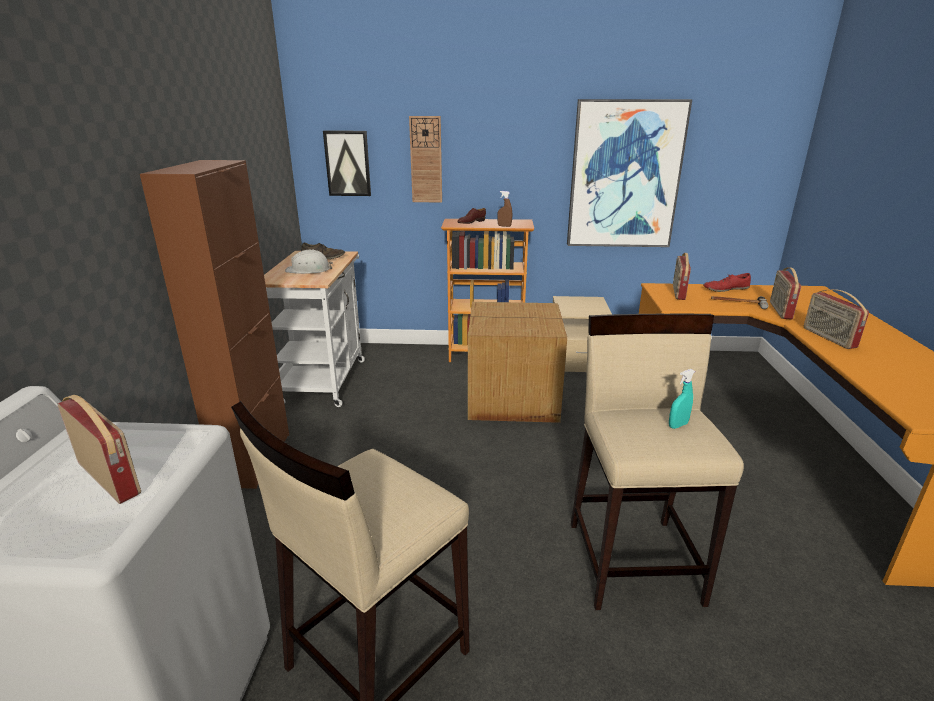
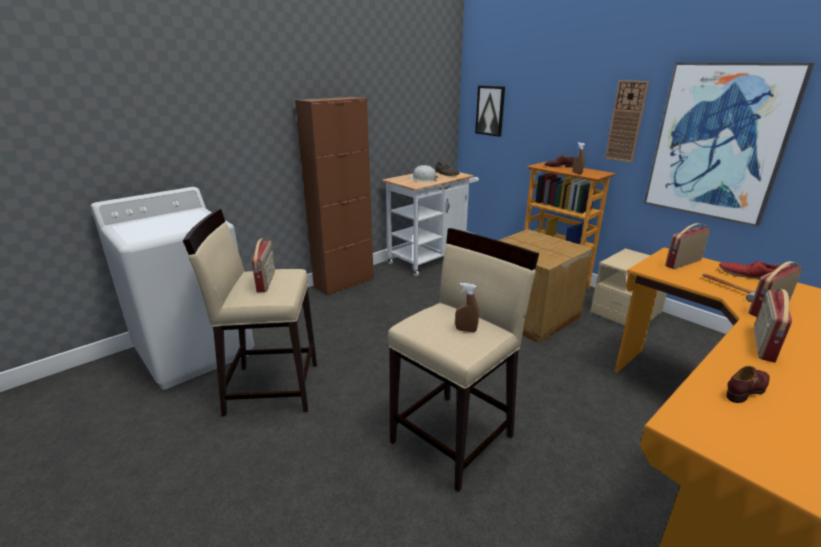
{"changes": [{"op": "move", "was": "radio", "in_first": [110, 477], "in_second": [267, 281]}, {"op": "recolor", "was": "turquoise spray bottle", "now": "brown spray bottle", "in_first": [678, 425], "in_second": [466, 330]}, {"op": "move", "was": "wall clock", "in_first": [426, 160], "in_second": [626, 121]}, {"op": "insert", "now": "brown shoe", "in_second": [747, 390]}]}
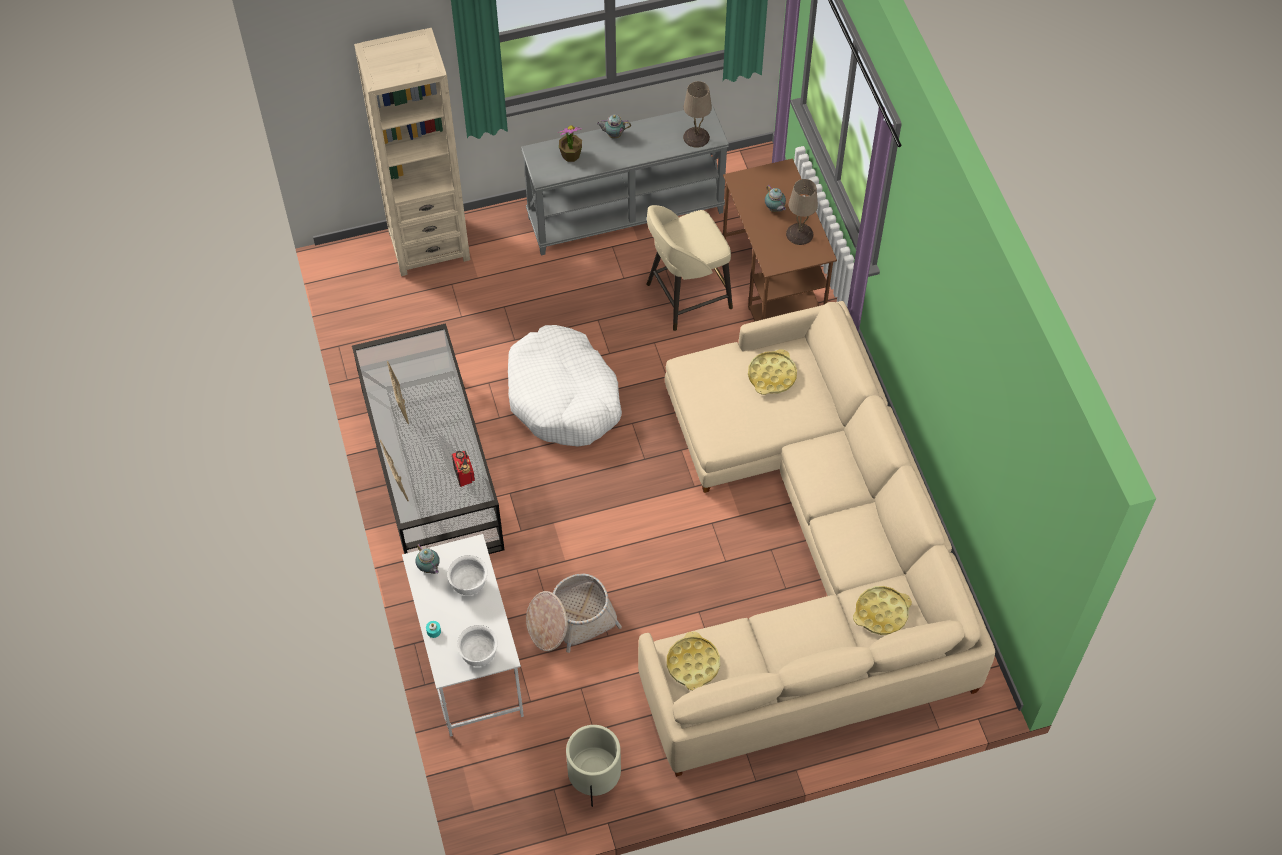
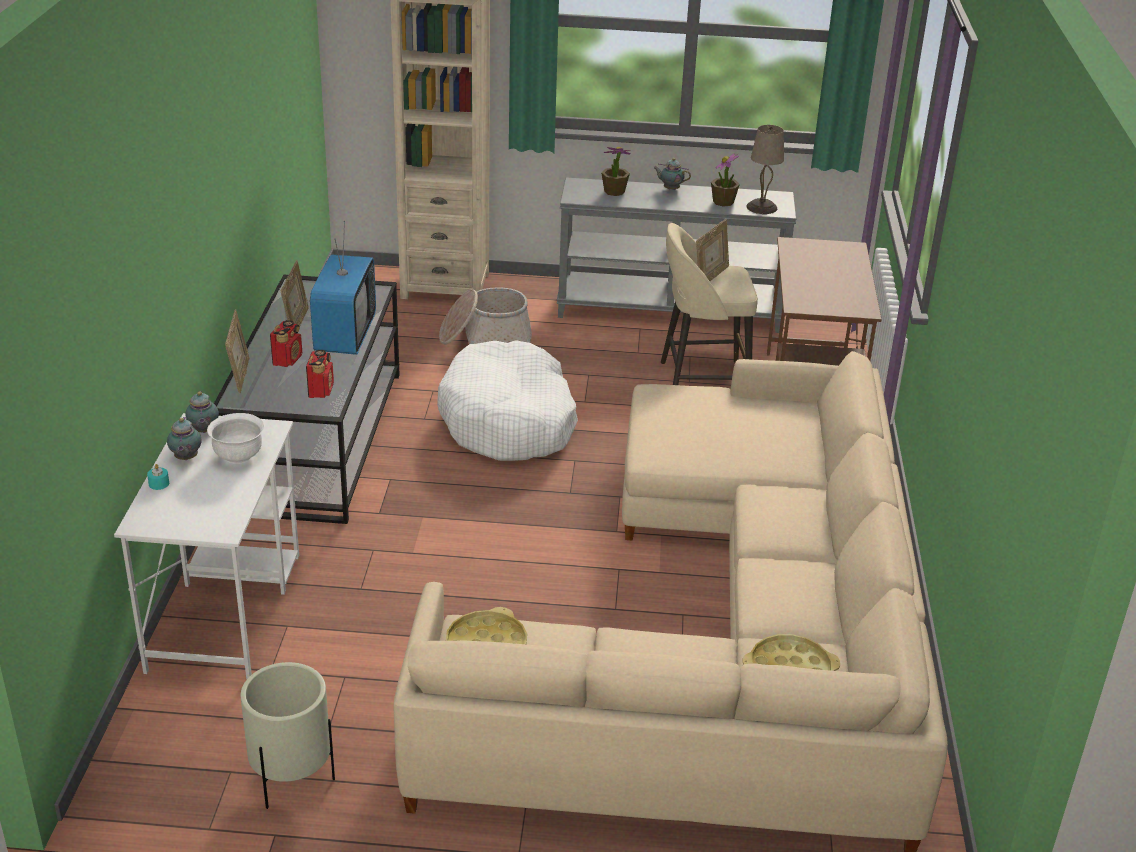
{"changes": [{"op": "move", "was": "teapot", "in_first": [774, 209], "in_second": [186, 459]}, {"op": "insert", "now": "radio", "in_second": [288, 359]}, {"op": "insert", "now": "television", "in_second": [345, 336]}, {"op": "move", "was": "basket", "in_first": [571, 620], "in_second": [486, 338]}, {"op": "insert", "now": "picture frame", "in_second": [710, 277]}, {"op": "insert", "now": "potted plant", "in_second": [723, 202]}, {"op": "delete", "was": "white bowl", "in_first": [479, 654]}, {"op": "delete", "was": "yellow tray", "in_first": [772, 375]}, {"op": "delete", "was": "beige table lamp", "in_first": [800, 234]}]}
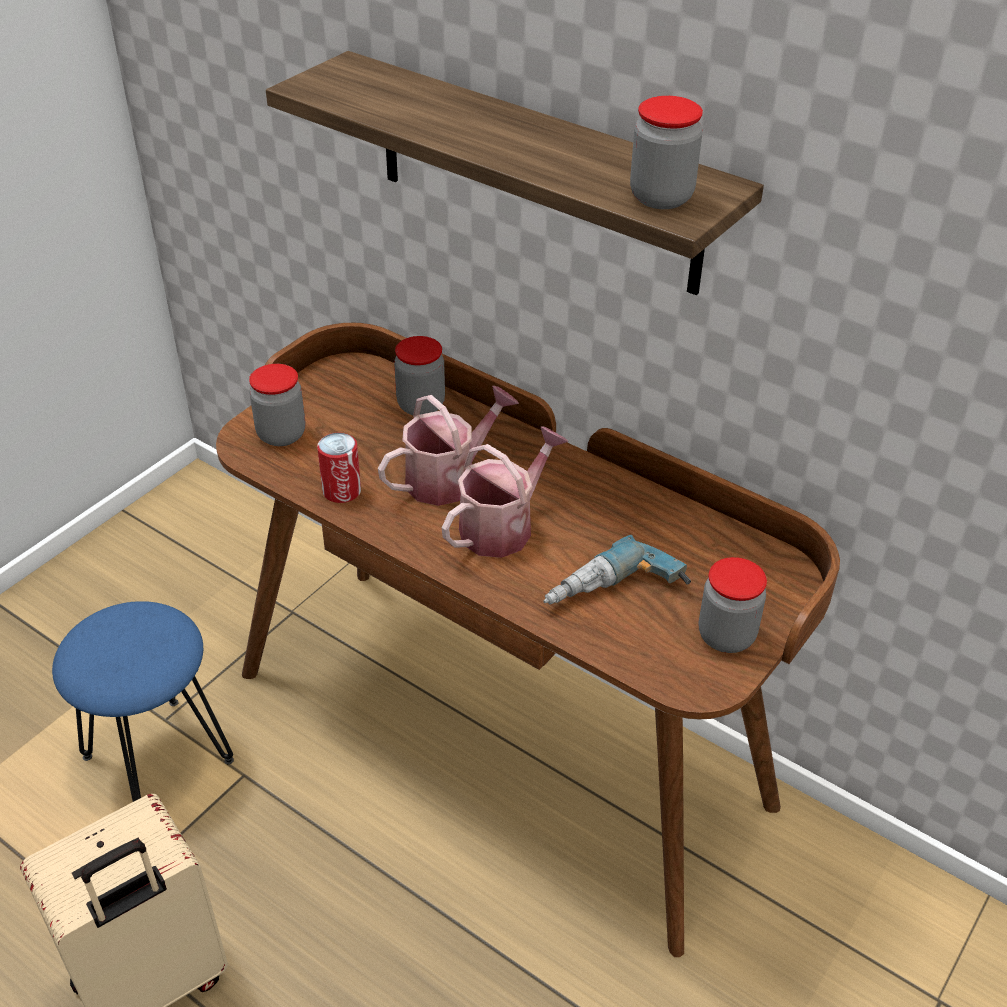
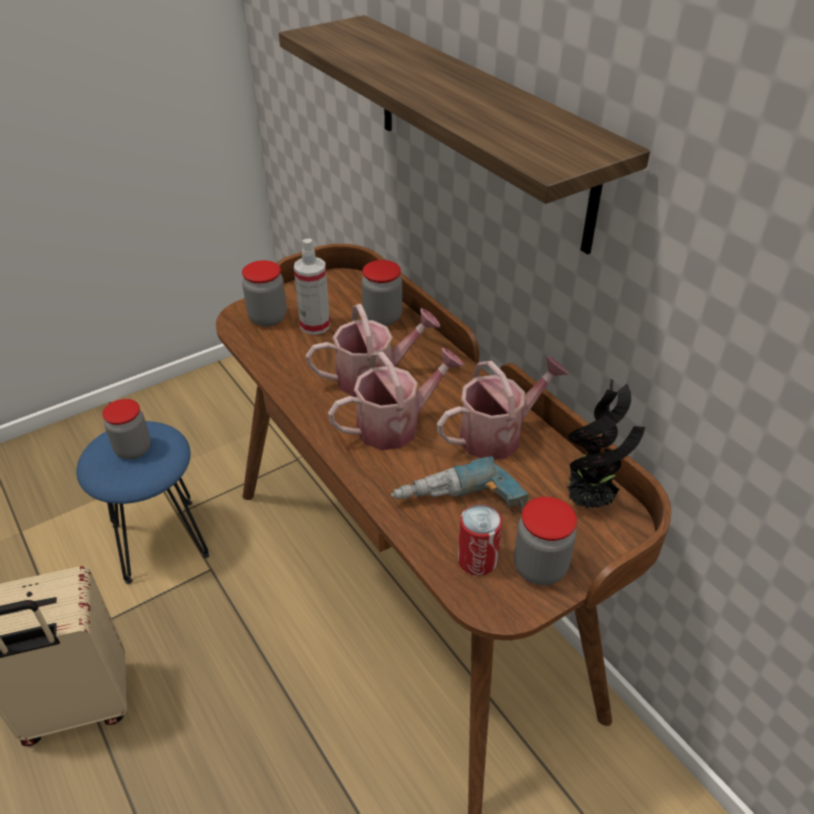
{"changes": [{"op": "move", "was": "jar", "in_first": [661, 197], "in_second": [133, 449]}, {"op": "insert", "now": "spray bottle", "in_second": [315, 325]}, {"op": "insert", "now": "watering can", "in_second": [498, 434]}, {"op": "move", "was": "can", "in_first": [341, 491], "in_second": [477, 560]}, {"op": "insert", "now": "potted plant", "in_second": [590, 501]}]}
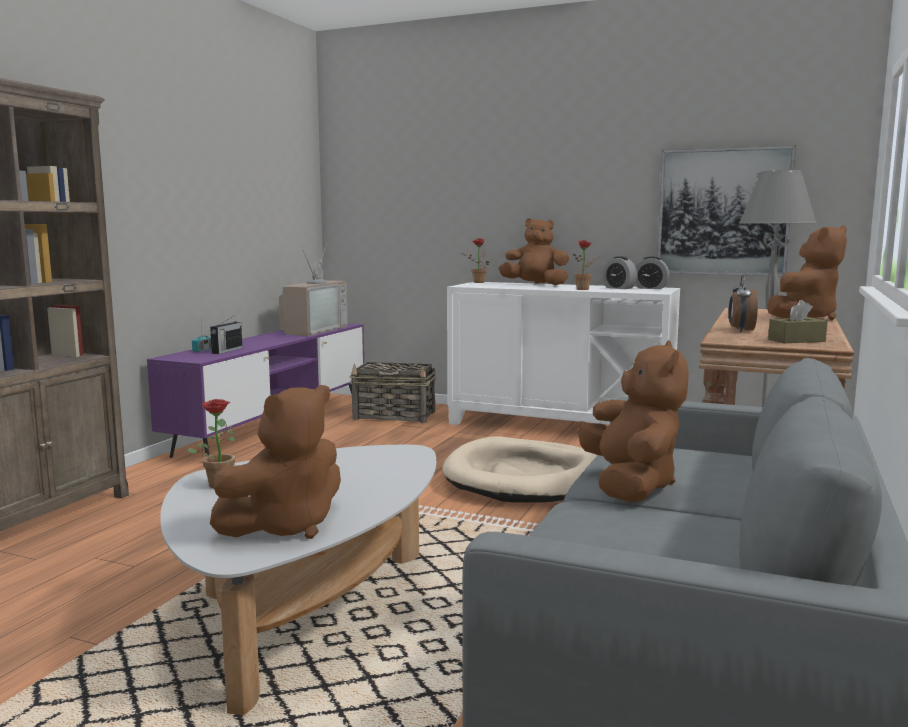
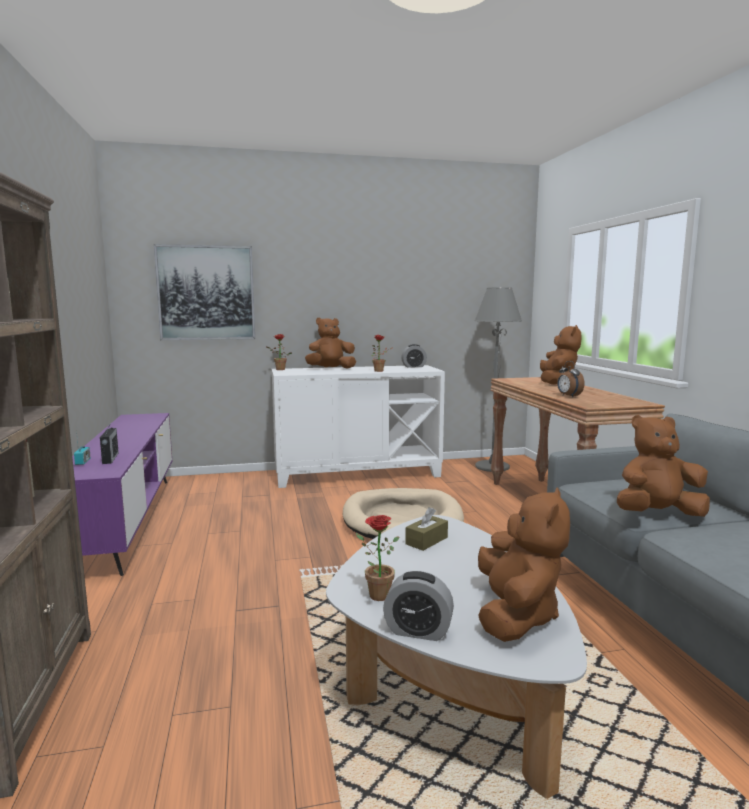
{"changes": [{"op": "move", "was": "picture", "in_first": [723, 212], "in_second": [206, 293]}, {"op": "move", "was": "alarm clock", "in_first": [619, 288], "in_second": [418, 631]}, {"op": "move", "was": "brown tissue box", "in_first": [796, 340], "in_second": [426, 541]}, {"op": "rotate", "was": "brown plush toy", "in_first": [630, 485], "in_second": [657, 514], "clockwise": -60}, {"op": "delete", "was": "television", "in_first": [313, 330]}, {"op": "delete", "was": "basket", "in_first": [395, 416]}]}
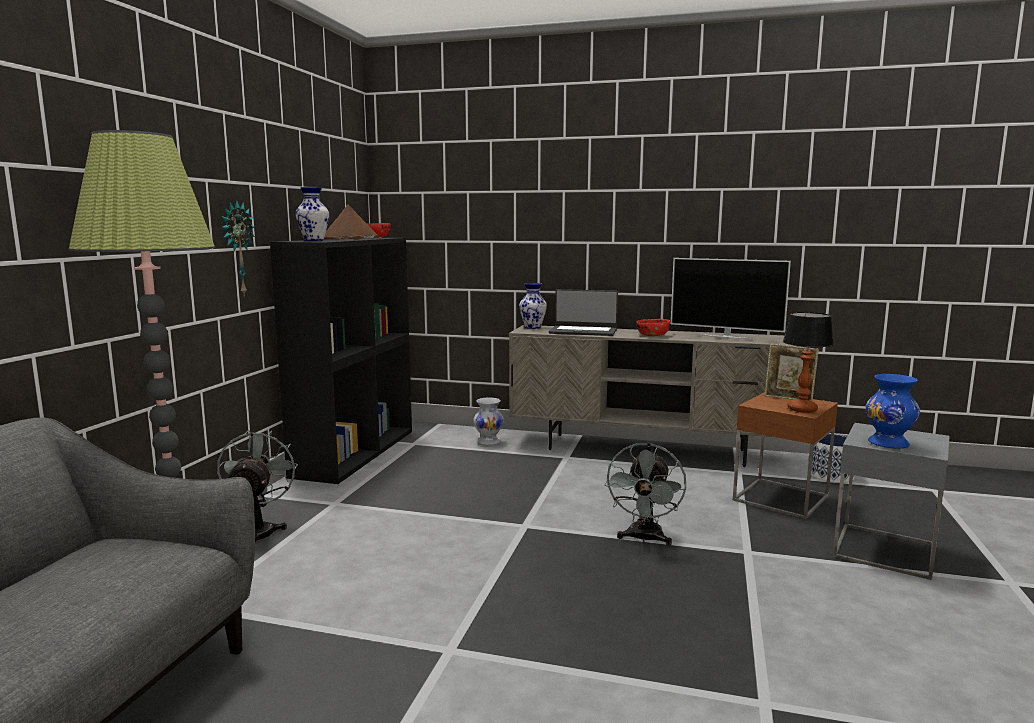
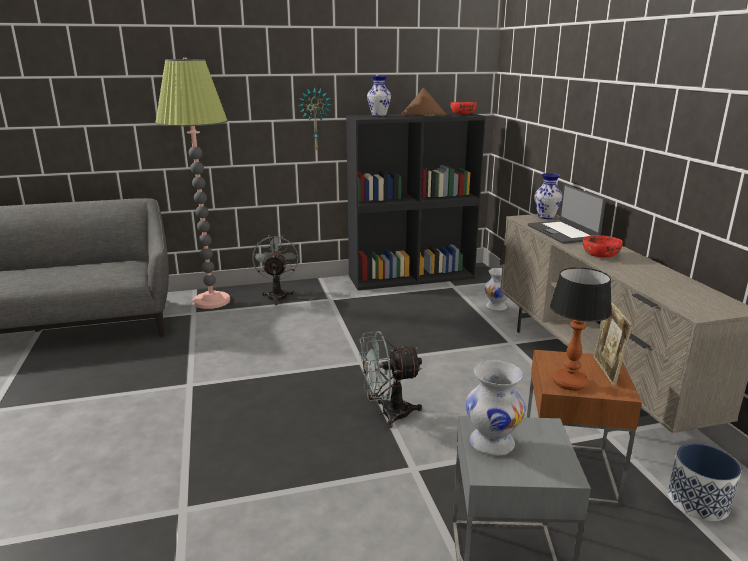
{"changes": [{"op": "rotate", "was": "grey fan", "in_first": [259, 531], "in_second": [277, 295], "clockwise": -60}, {"op": "recolor", "was": "blue vase", "now": "white vase", "in_first": [887, 443], "in_second": [491, 442]}, {"op": "delete", "was": "television", "in_first": [726, 337]}]}
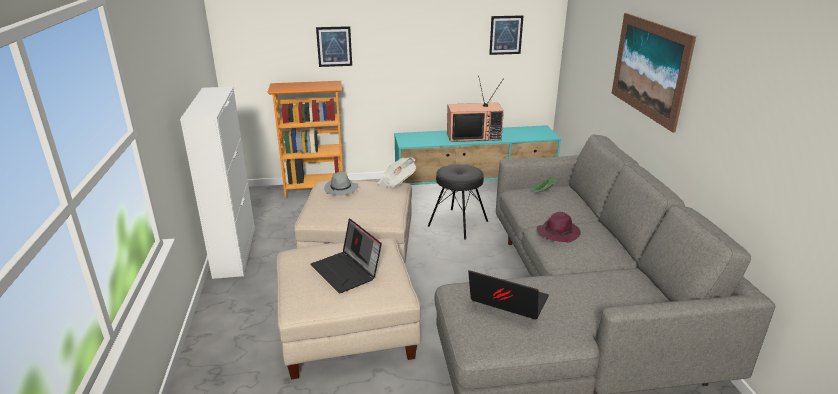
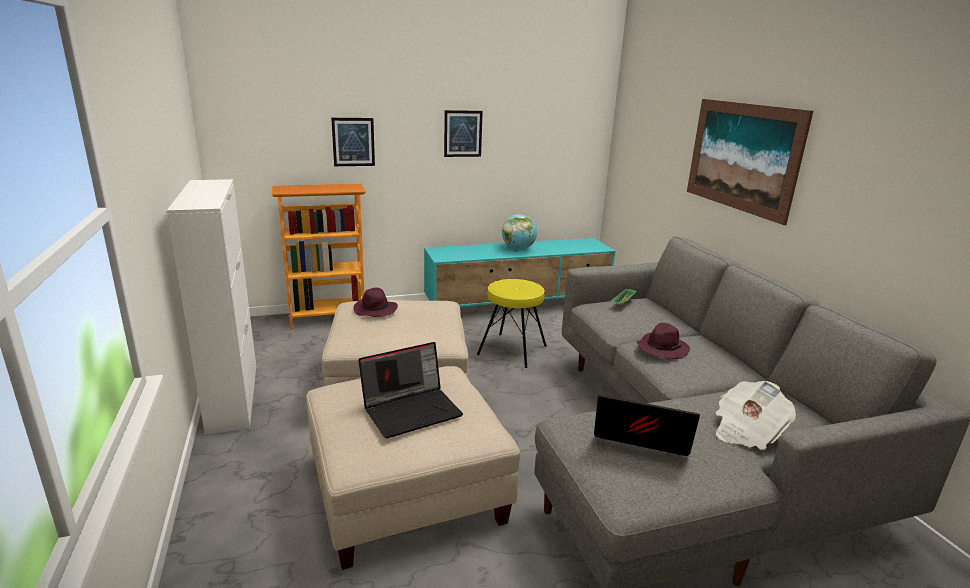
{"changes": [{"op": "recolor", "was": "grey hat", "now": "purple hat", "in_first": [341, 189], "in_second": [376, 310]}, {"op": "rotate", "was": "laptop", "in_first": [347, 271], "in_second": [412, 410], "clockwise": -75}, {"op": "move", "was": "picture", "in_first": [506, 35], "in_second": [463, 133]}, {"op": "recolor", "was": "black stool", "now": "yellow stool", "in_first": [458, 223], "in_second": [512, 350]}, {"op": "replace", "was": "television", "now": "globe", "in_first": [474, 136], "in_second": [518, 249]}, {"op": "move", "was": "newspaper", "in_first": [396, 182], "in_second": [746, 431]}]}
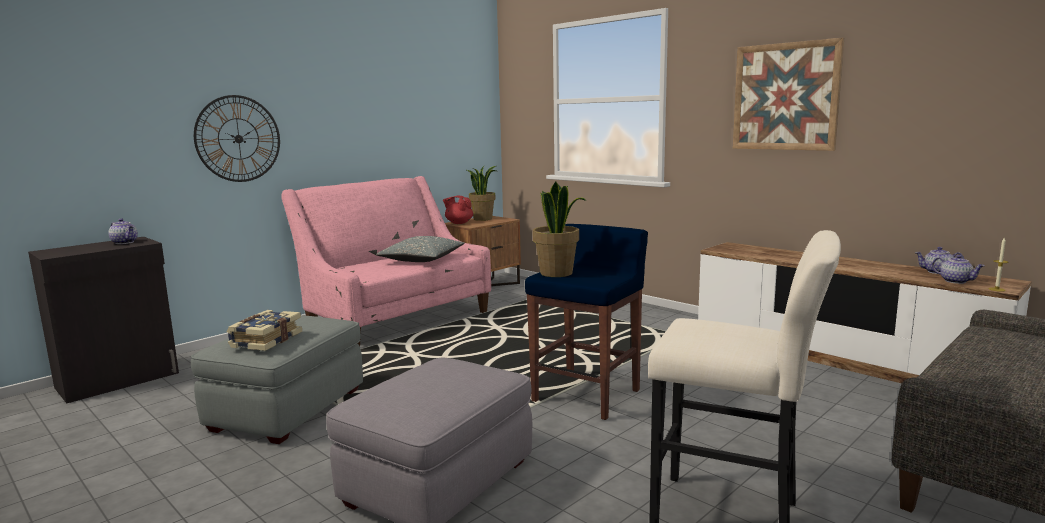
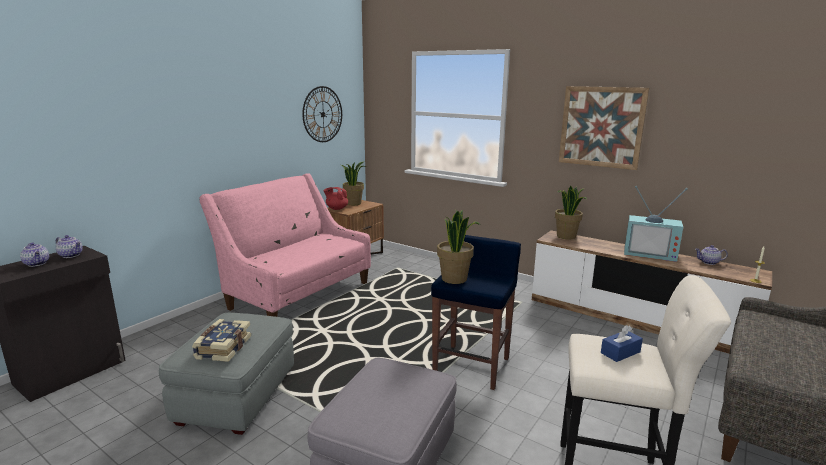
{"changes": [{"op": "move", "was": "teapot", "in_first": [956, 281], "in_second": [37, 263]}, {"op": "move", "was": "wall clock", "in_first": [238, 139], "in_second": [323, 114]}, {"op": "insert", "now": "potted plant", "in_second": [566, 236]}, {"op": "insert", "now": "blue tissue box", "in_second": [620, 352]}, {"op": "insert", "now": "television", "in_second": [650, 253]}, {"op": "delete", "was": "grey pillow", "in_first": [422, 260]}]}
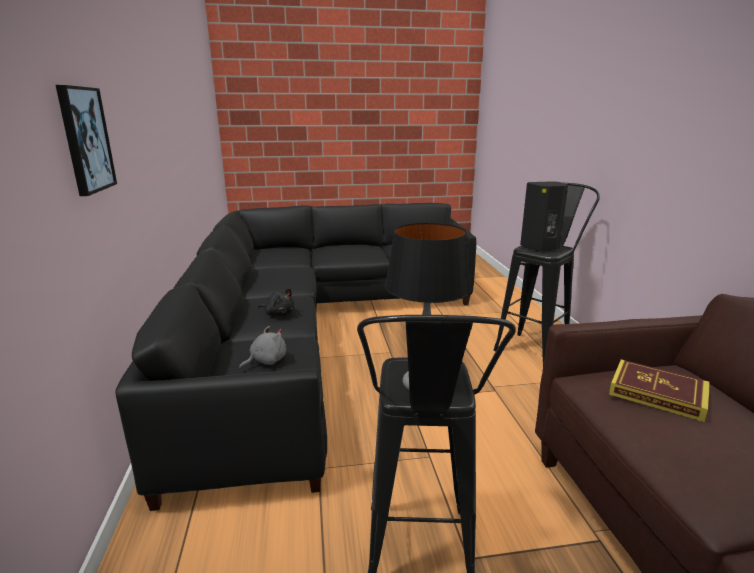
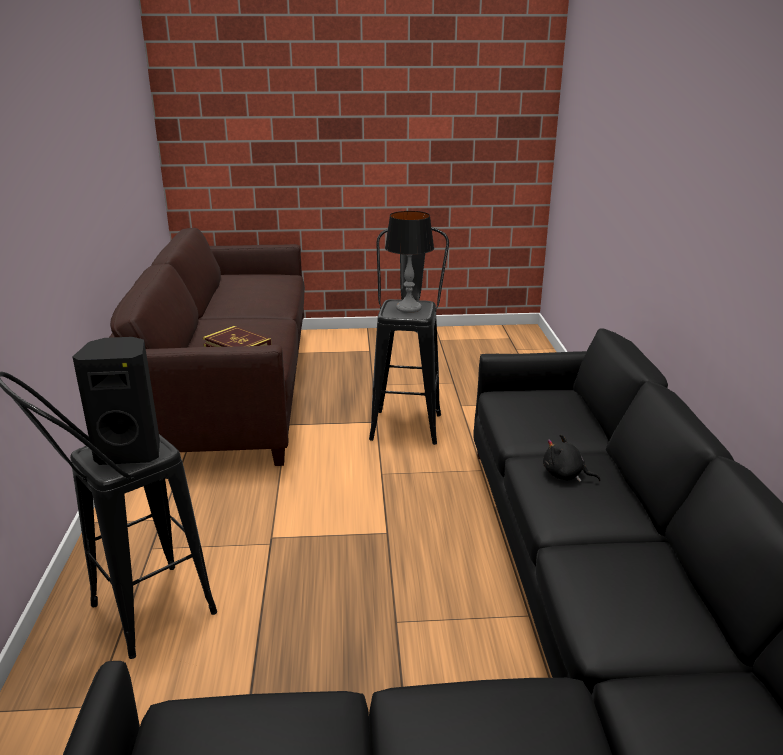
{"changes": [{"op": "delete", "was": "picture", "in_first": [85, 140]}, {"op": "delete", "was": "grey plush toy", "in_first": [266, 361]}]}
